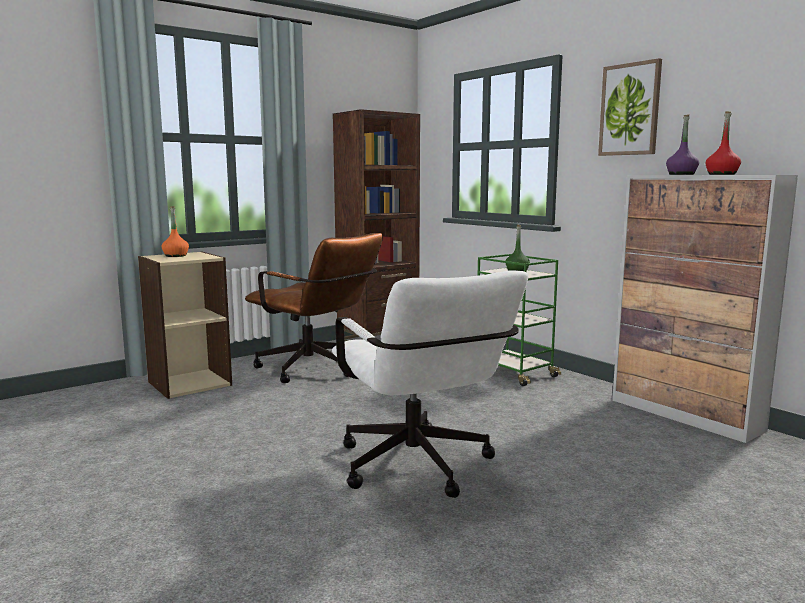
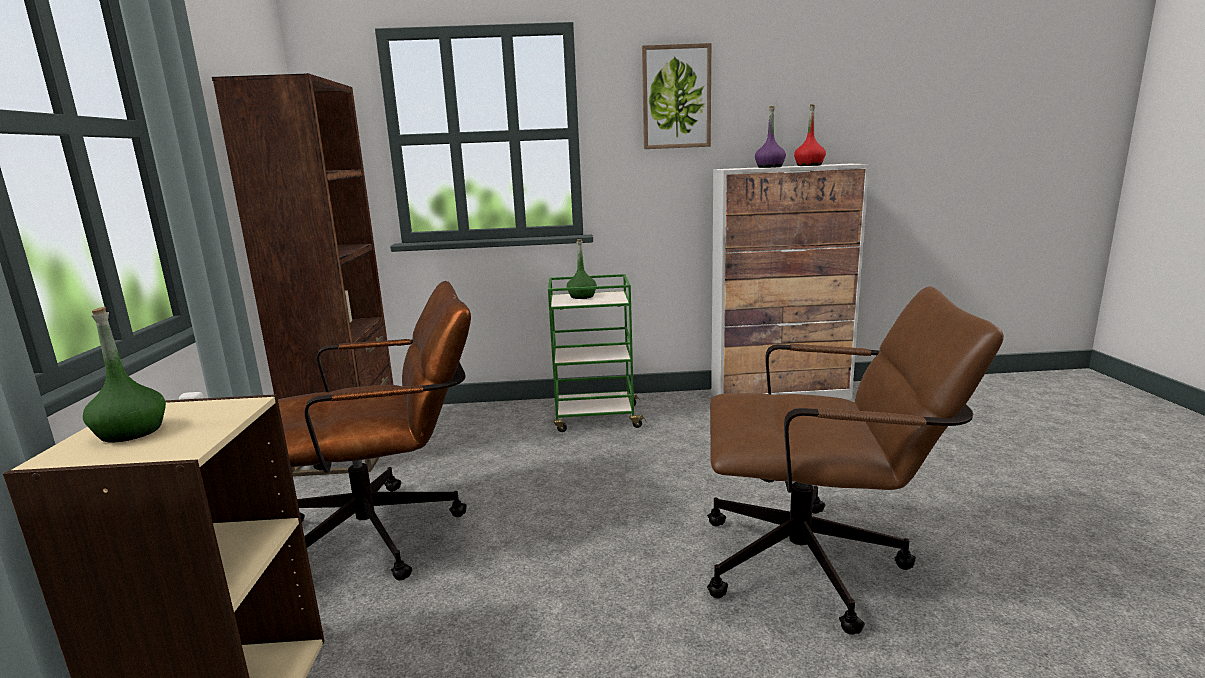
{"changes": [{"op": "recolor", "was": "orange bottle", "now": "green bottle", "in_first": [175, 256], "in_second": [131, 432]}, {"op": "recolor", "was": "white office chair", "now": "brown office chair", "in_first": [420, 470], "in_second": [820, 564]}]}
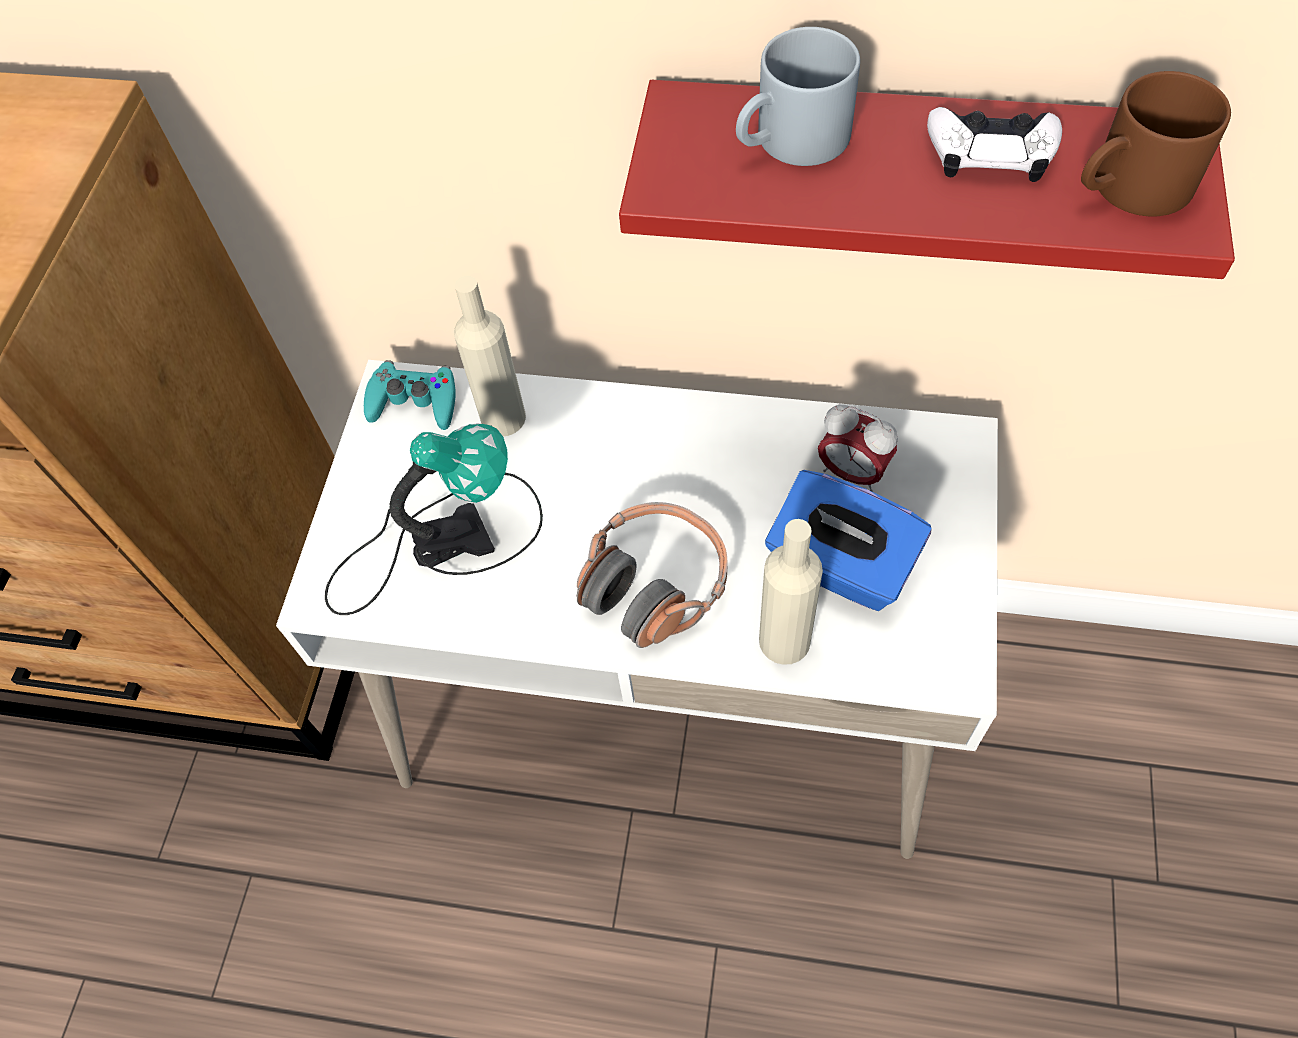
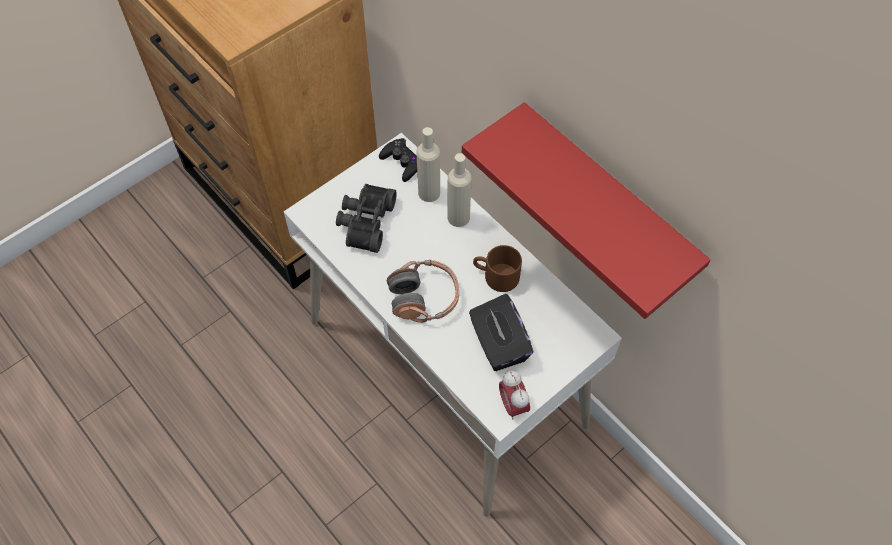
{"changes": [{"op": "replace", "was": "table lamp", "now": "black binoculars", "in_first": [439, 538], "in_second": [364, 222]}, {"op": "recolor", "was": "turquoise game controller", "now": "black game controller", "in_first": [414, 401], "in_second": [402, 162]}, {"op": "move", "was": "beige bottle", "in_first": [784, 640], "in_second": [458, 217]}, {"op": "recolor", "was": "blue tissue box", "now": "black tissue box", "in_first": [840, 565], "in_second": [498, 344]}, {"op": "move", "was": "brown mug", "in_first": [1130, 189], "in_second": [495, 276]}, {"op": "move", "was": "alarm clock", "in_first": [852, 473], "in_second": [512, 405]}, {"op": "delete", "was": "grey mug", "in_first": [791, 142]}, {"op": "delete", "was": "white game controller", "in_first": [990, 151]}]}
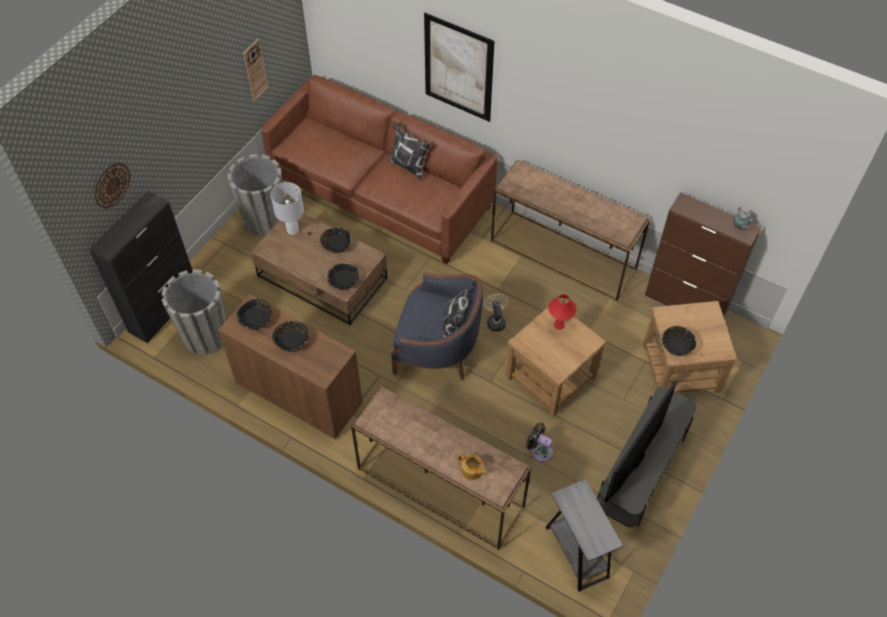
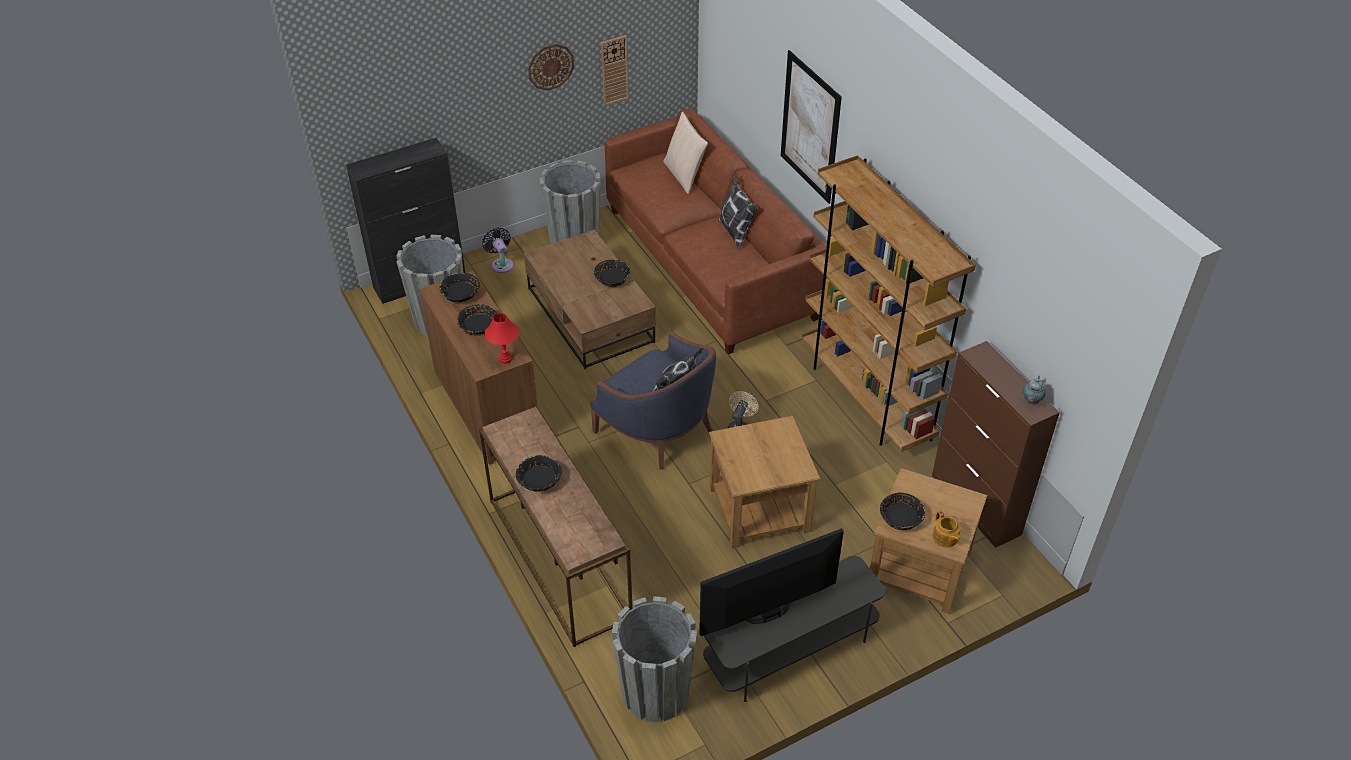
{"changes": [{"op": "move", "was": "black fan", "in_first": [539, 451], "in_second": [501, 264]}, {"op": "move", "was": "red table lamp", "in_first": [559, 324], "in_second": [505, 358]}, {"op": "move", "was": "black bowl", "in_first": [343, 280], "in_second": [539, 479]}, {"op": "move", "was": "wall clock", "in_first": [111, 185], "in_second": [551, 67]}, {"op": "replace", "was": "grey side table", "now": "grey planter", "in_first": [576, 552], "in_second": [655, 692]}, {"op": "insert", "now": "beige pillow", "in_second": [684, 175]}, {"op": "replace", "was": "brown console table", "now": "brown bookcase", "in_first": [564, 254], "in_second": [866, 398]}, {"op": "move", "was": "teapot", "in_first": [472, 471], "in_second": [945, 538]}, {"op": "delete", "was": "grey table lamp", "in_first": [292, 230]}]}
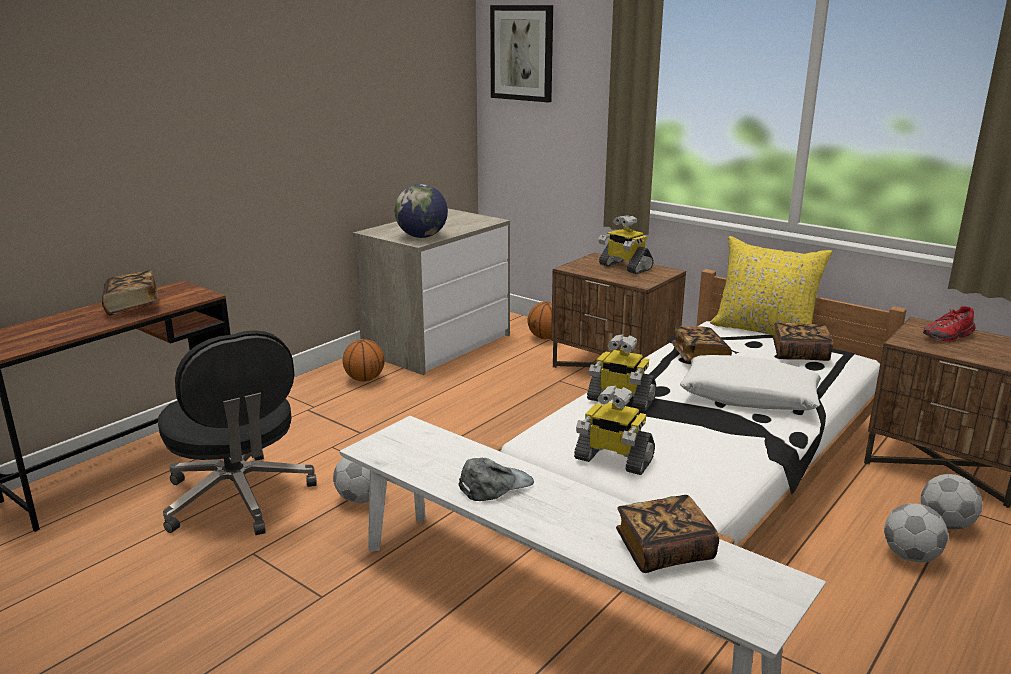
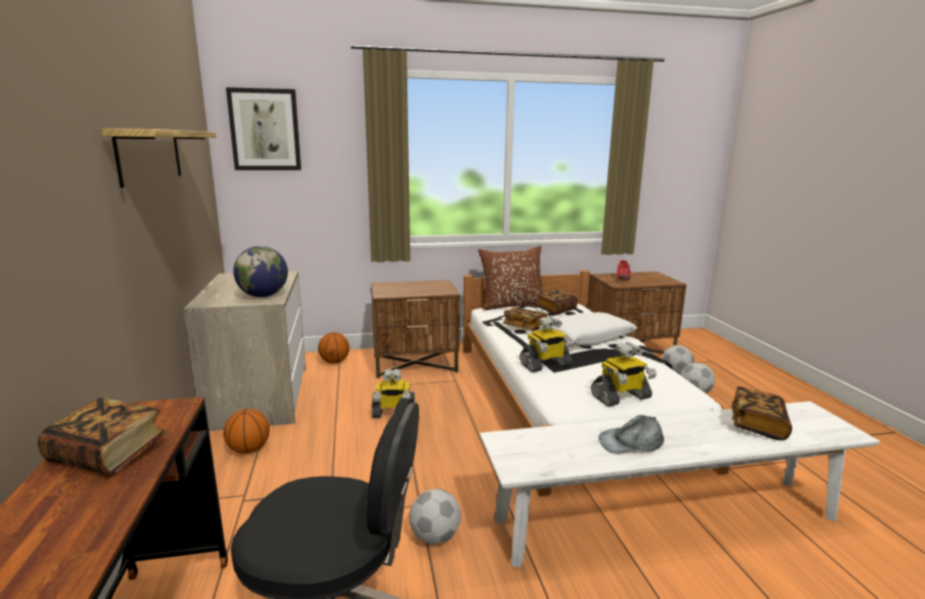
{"changes": [{"op": "insert", "now": "shelf", "in_second": [150, 155]}, {"op": "move", "was": "toy robot", "in_first": [624, 267], "in_second": [393, 413]}, {"op": "recolor", "was": "yellow pillow", "now": "brown pillow", "in_first": [764, 330], "in_second": [512, 305]}, {"op": "rotate", "was": "grey cap", "in_first": [495, 485], "in_second": [631, 443], "clockwise": -105}]}
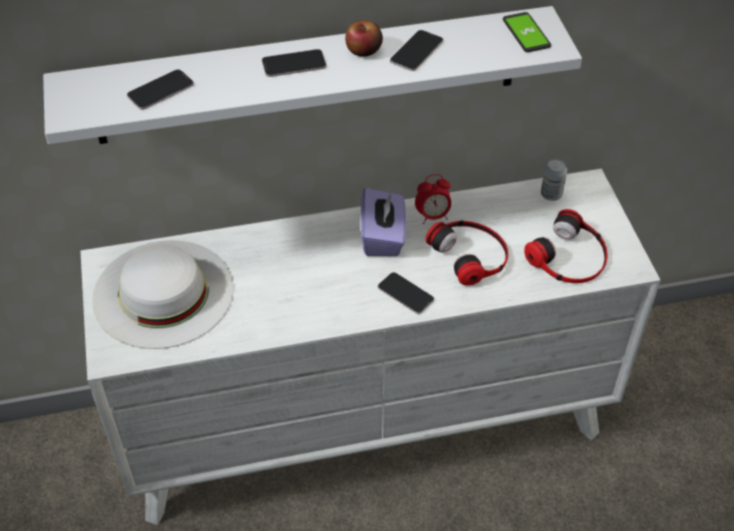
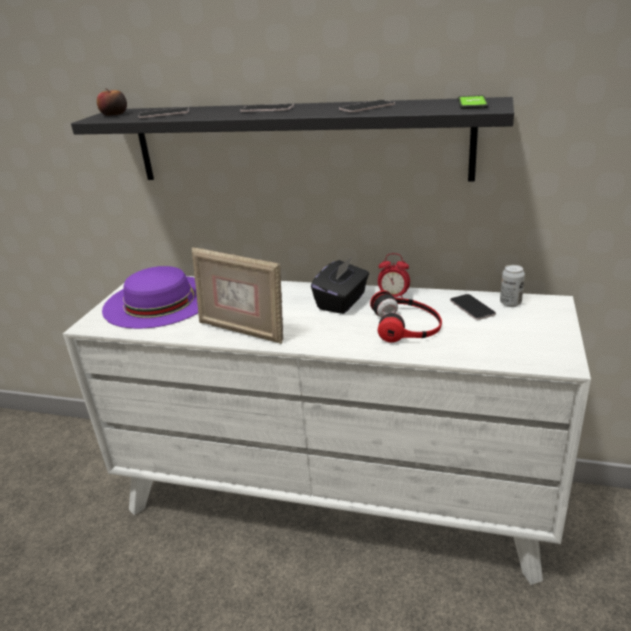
{"changes": [{"op": "recolor", "was": "white shelf", "now": "black shelf", "in_first": [308, 76], "in_second": [296, 142]}, {"op": "move", "was": "apple", "in_first": [364, 50], "in_second": [114, 114]}, {"op": "recolor", "was": "white hat", "now": "purple hat", "in_first": [163, 293], "in_second": [159, 301]}, {"op": "insert", "now": "picture frame", "in_second": [242, 330]}, {"op": "recolor", "was": "purple tissue box", "now": "black tissue box", "in_first": [383, 237], "in_second": [342, 302]}, {"op": "move", "was": "phone", "in_first": [405, 293], "in_second": [472, 307]}, {"op": "delete", "was": "headphones", "in_first": [569, 257]}]}
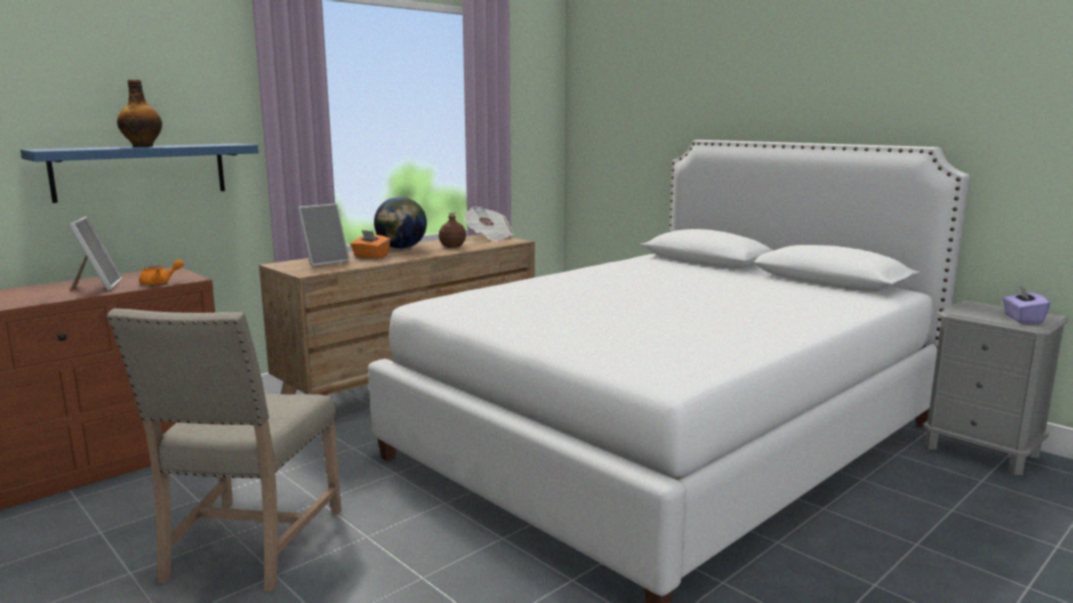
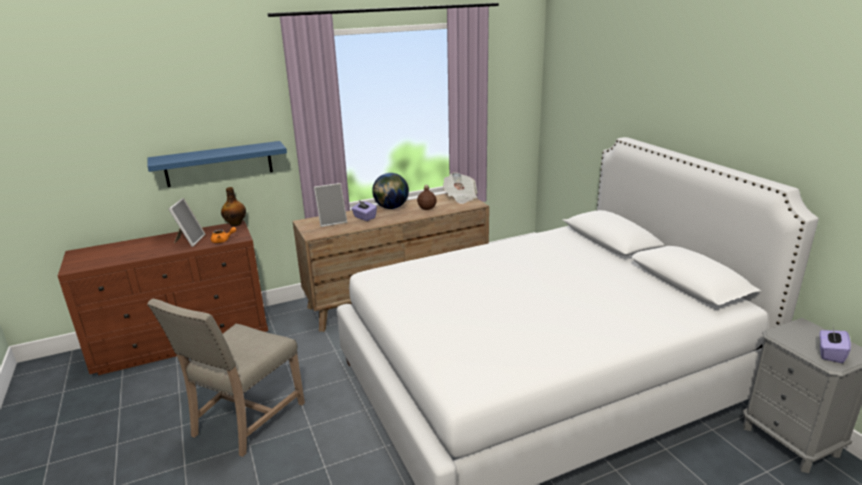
{"changes": [{"op": "move", "was": "bottle", "in_first": [143, 146], "in_second": [236, 224]}, {"op": "recolor", "was": "orange tissue box", "now": "purple tissue box", "in_first": [370, 256], "in_second": [364, 217]}]}
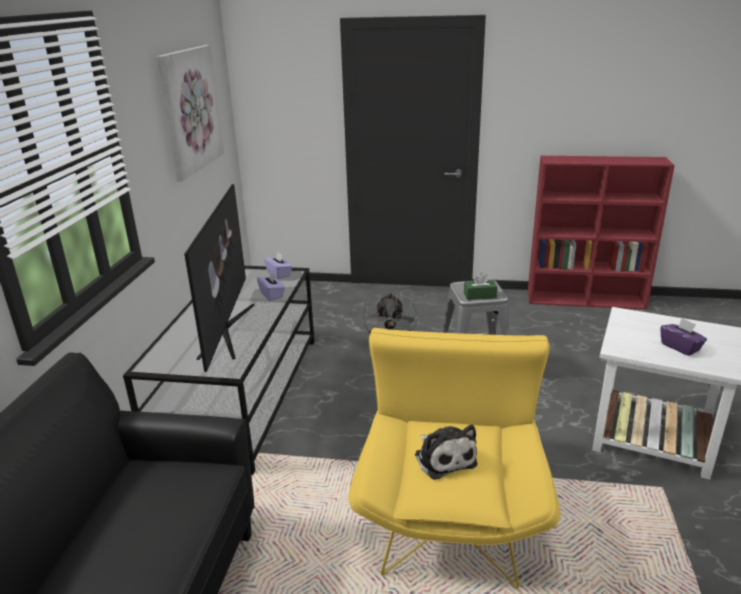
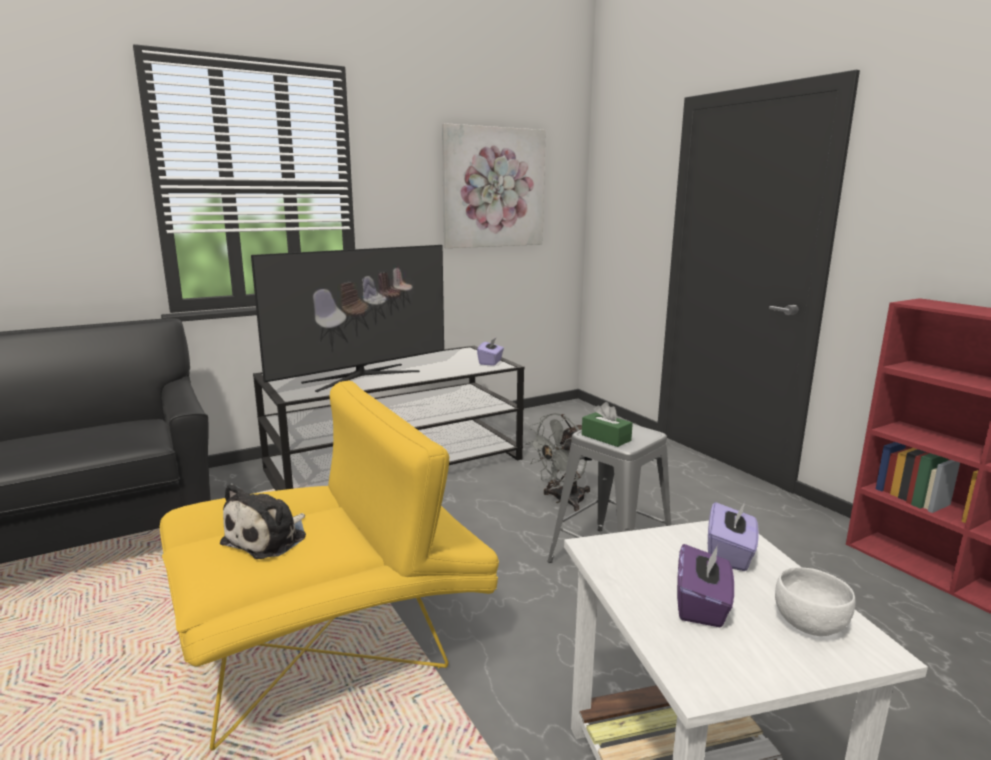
{"changes": [{"op": "move", "was": "purple tissue box", "in_first": [272, 295], "in_second": [730, 554]}, {"op": "insert", "now": "white bowl", "in_second": [808, 622]}]}
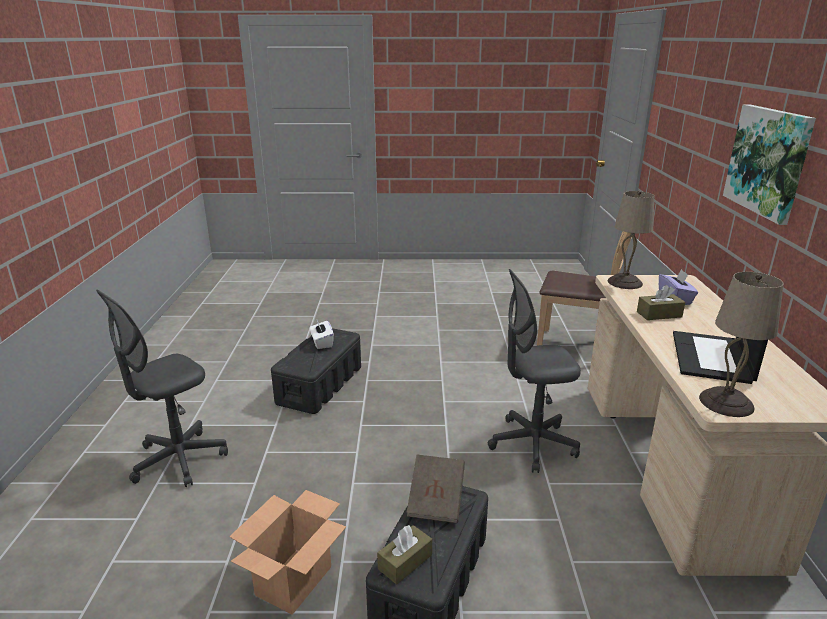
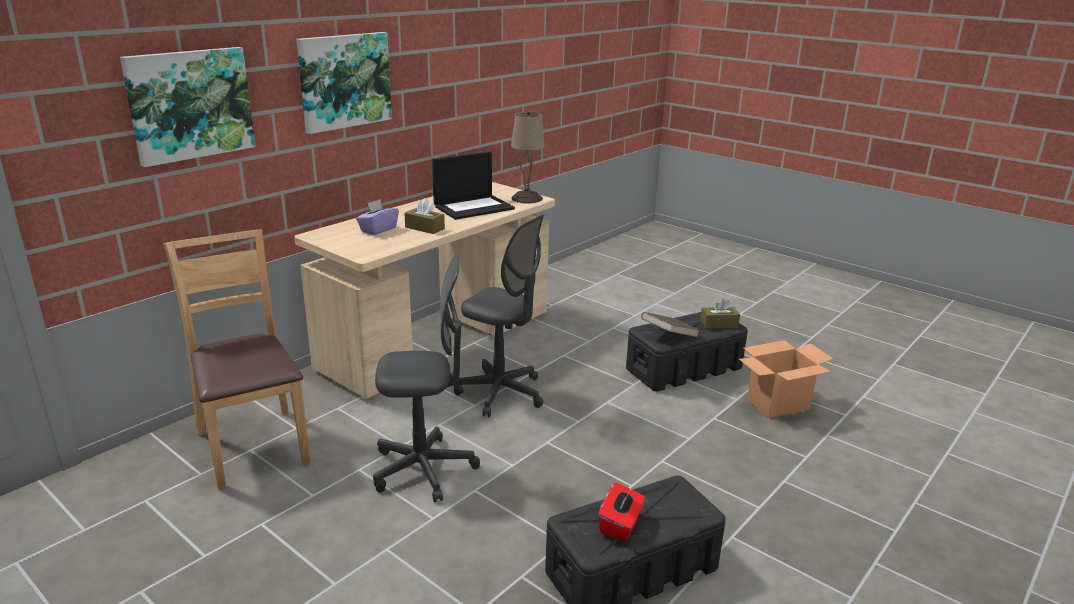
{"changes": [{"op": "insert", "now": "picture", "in_second": [190, 104]}, {"op": "move", "was": "grey office chair", "in_first": [179, 460], "in_second": [423, 469]}, {"op": "recolor", "was": "white tissue box", "now": "red tissue box", "in_first": [322, 343], "in_second": [620, 525]}, {"op": "delete", "was": "beige table lamp", "in_first": [625, 283]}]}
